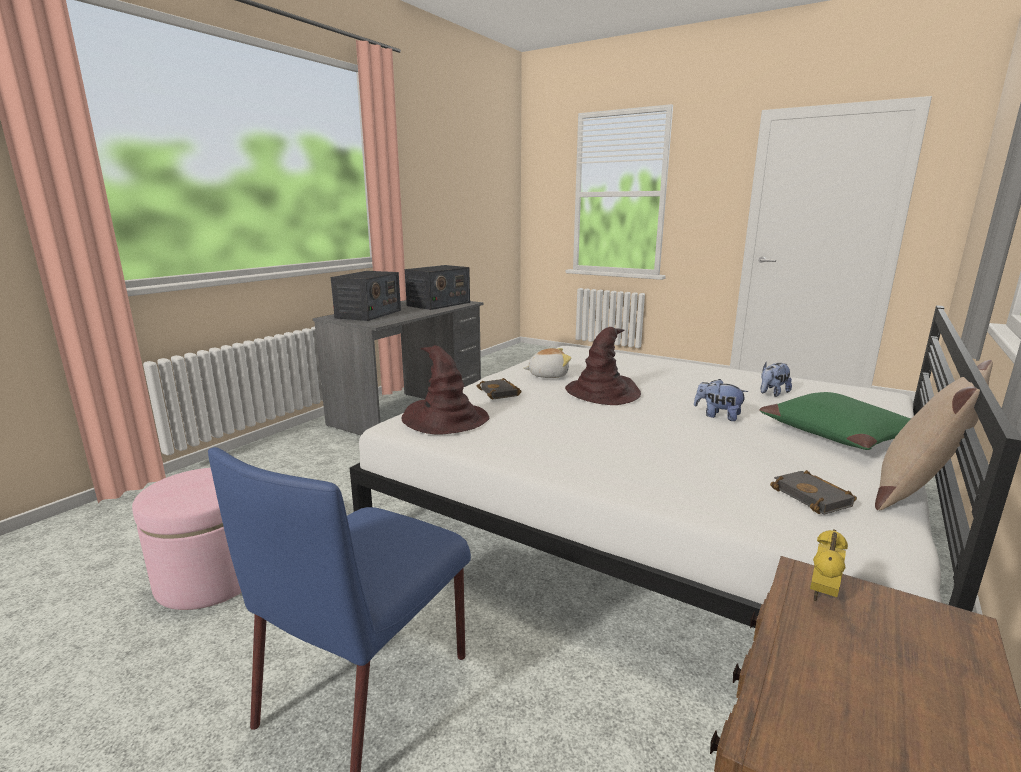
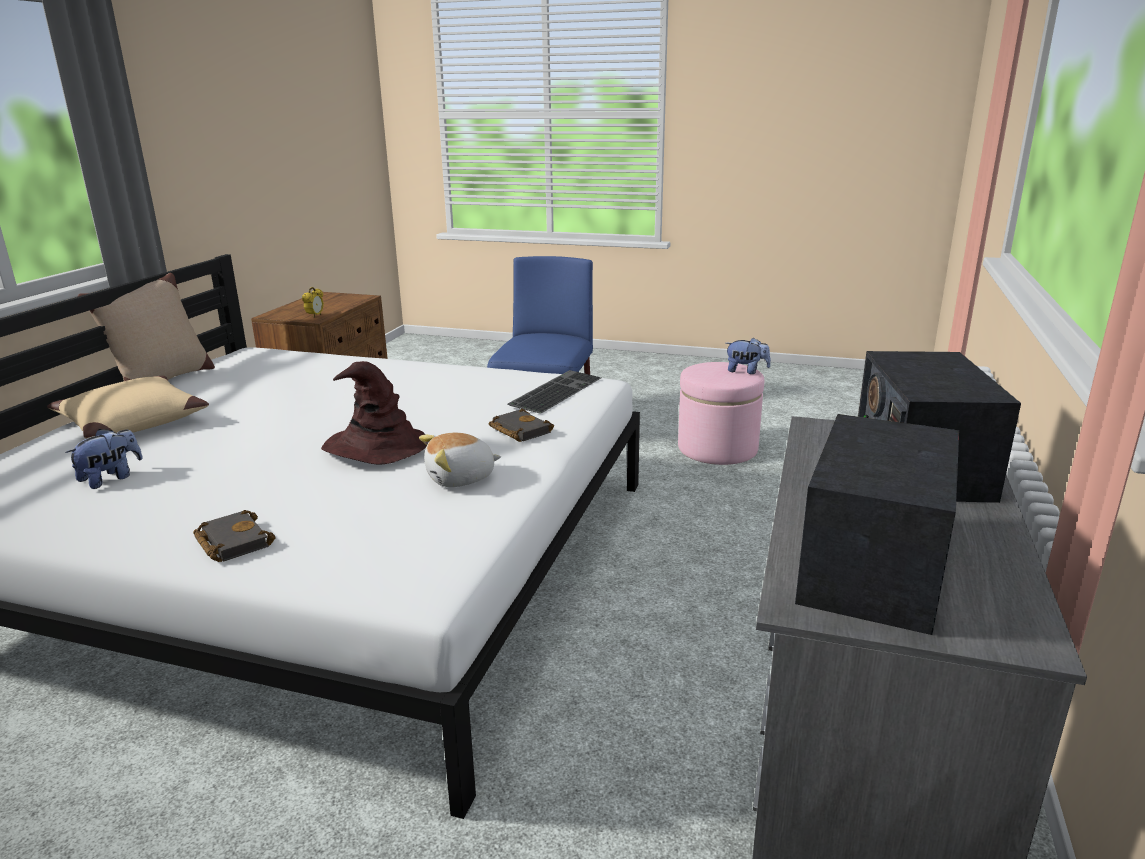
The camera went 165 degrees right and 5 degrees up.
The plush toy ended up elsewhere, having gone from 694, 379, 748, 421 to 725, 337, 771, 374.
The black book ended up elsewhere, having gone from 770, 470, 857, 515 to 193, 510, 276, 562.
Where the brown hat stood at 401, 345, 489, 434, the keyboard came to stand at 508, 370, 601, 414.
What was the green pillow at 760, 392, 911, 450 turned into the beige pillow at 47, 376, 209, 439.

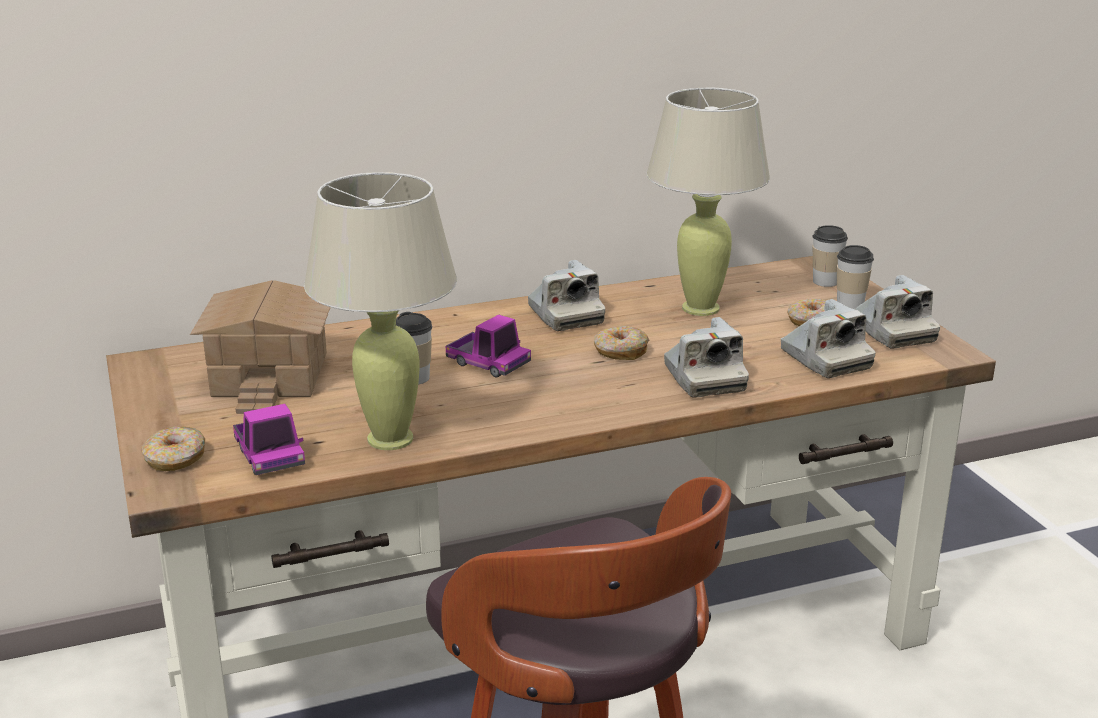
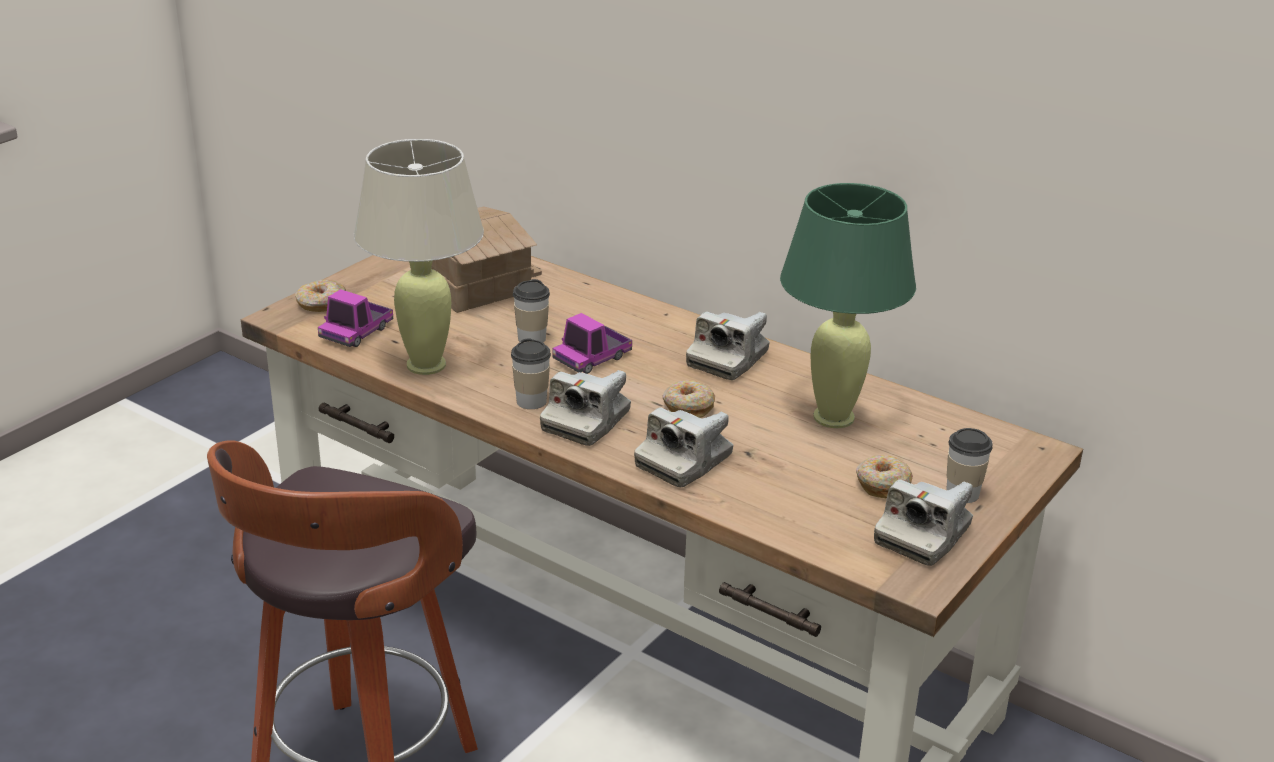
The camera went 55 degrees right and 5 degrees up.
The photo camera ended up elsewhere, having gone from 781, 299, 876, 378 to 540, 370, 631, 446.
The cup ended up elsewhere, having gone from 813, 225, 848, 287 to 511, 338, 551, 409.
What was the beige table lamp at 647, 88, 770, 316 turned into the green table lamp at 780, 183, 916, 428.
The toy truck at 446, 315, 531, 377 ended up facing another way, 45 degrees clockwise from before.

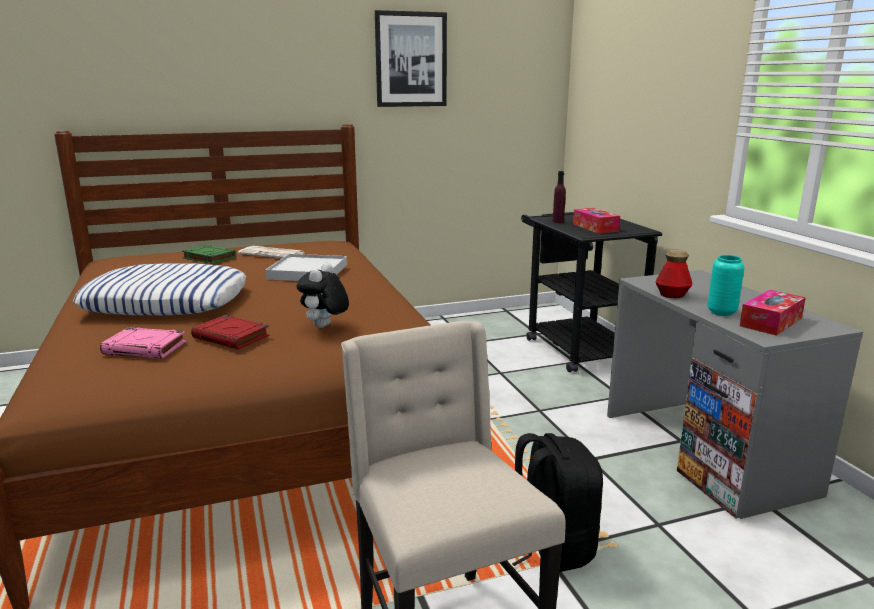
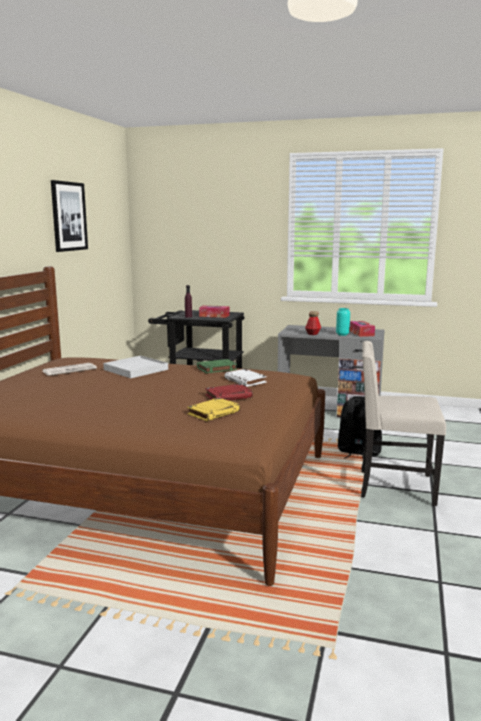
The camera went 55 degrees left and 5 degrees down.
The second view lost the pillow at 73, 263, 246, 315.
The green book ended up elsewhere, having gone from 182, 245, 236, 264 to 197, 359, 237, 373.
Where the plush toy stood at 296, 263, 349, 328, the white book came to stand at 224, 369, 267, 387.
What was the pink book at 100, 327, 186, 358 turned into the yellow book at 187, 398, 240, 421.

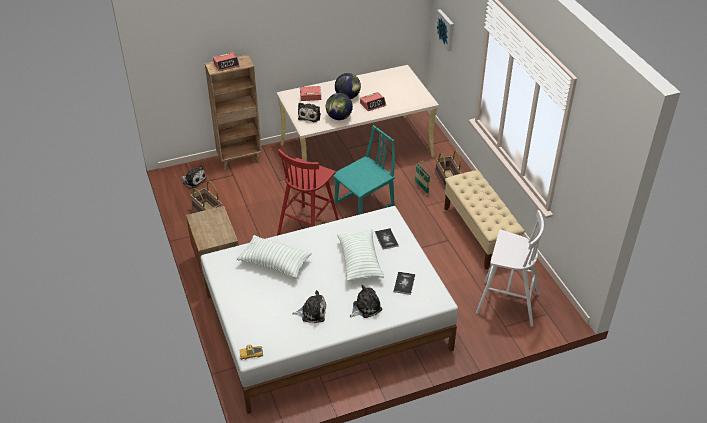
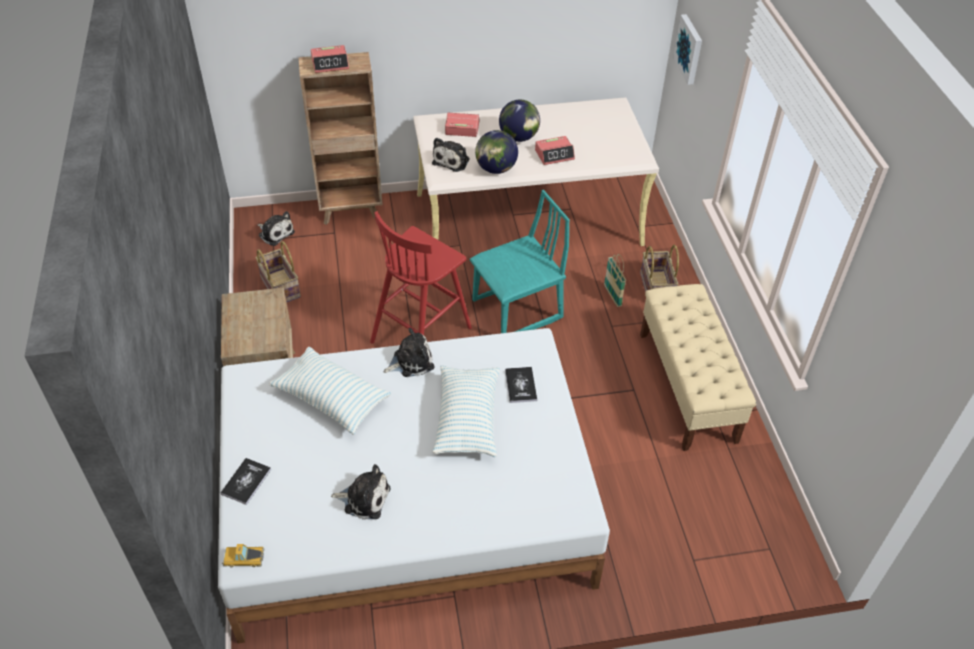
The camera went 10 degrees right and 5 degrees up.
The second view lost the white stool at 476, 210, 544, 327.
The plush toy ended up elsewhere, having gone from 350, 285, 382, 318 to 384, 328, 435, 377.
The book ended up elsewhere, having gone from 393, 272, 415, 295 to 221, 458, 271, 505.

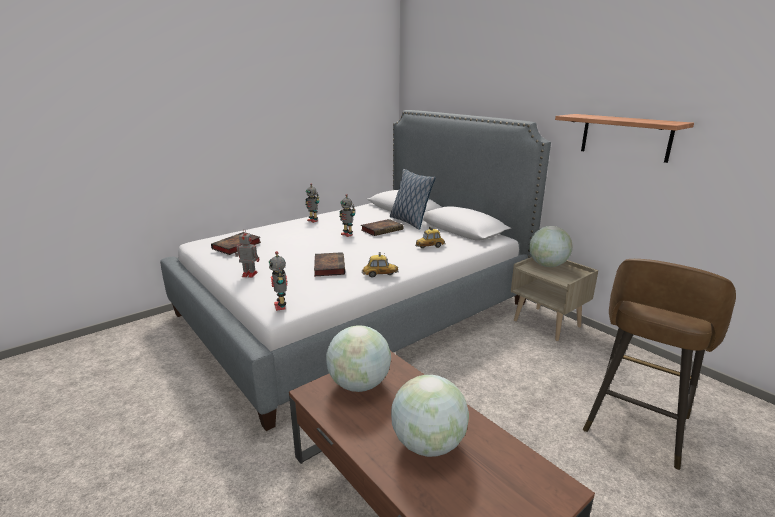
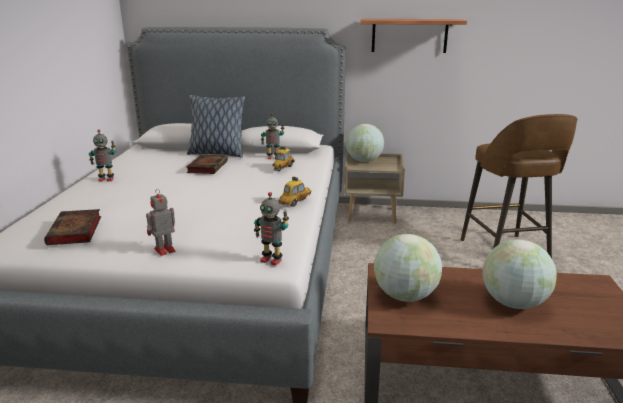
The camera went 45 degrees left and 0 degrees up.
The second view lost the book at 314, 252, 345, 276.
The toy robot ended up elsewhere, having gone from 339, 194, 356, 237 to 261, 113, 284, 159.

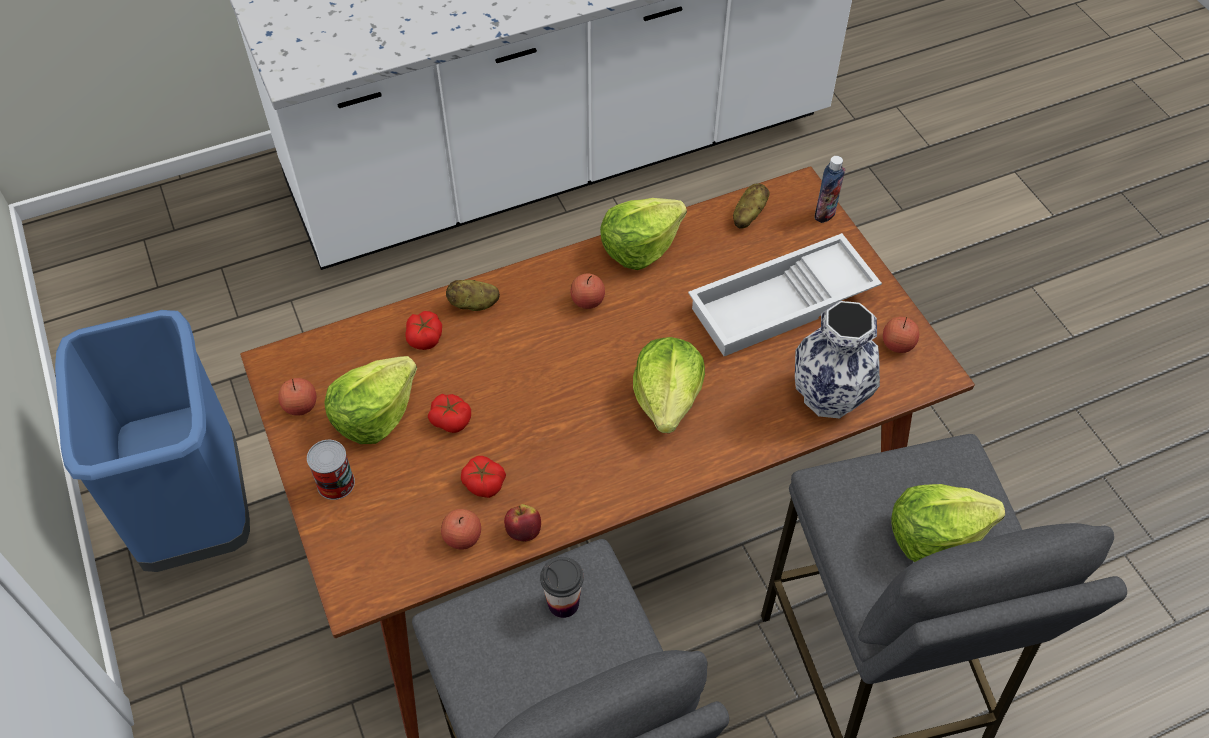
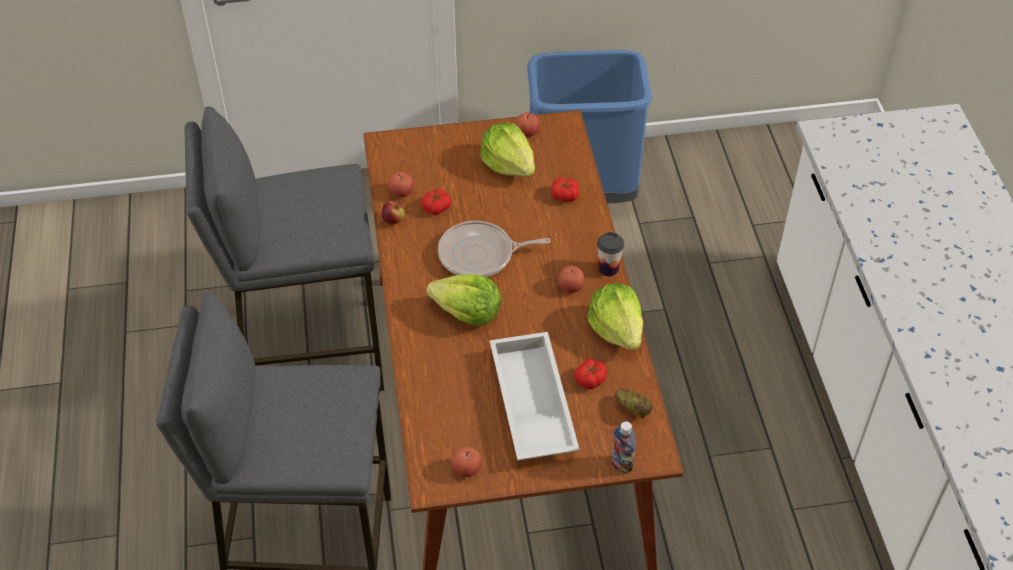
The camera went 105 degrees right and 5 degrees down.
The second view lost the can at 307, 440, 355, 500.
The second view lost the potato at 446, 280, 500, 311.
The second view lost the vase at 795, 301, 880, 419.
The second view lost the lettuce at 891, 484, 1005, 562.
The second view gained the frying pan at 438, 221, 551, 277.
The tomato ended up elsewhere, having gone from 428, 394, 471, 433 to 575, 359, 607, 389.
The cup ended up elsewhere, having gone from 540, 557, 584, 618 to 597, 232, 624, 276.

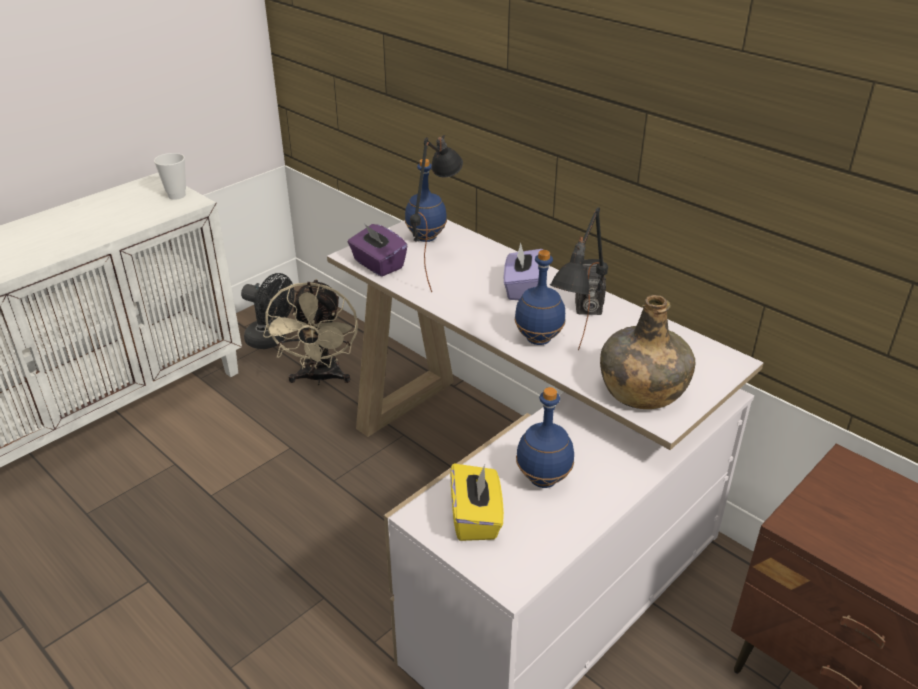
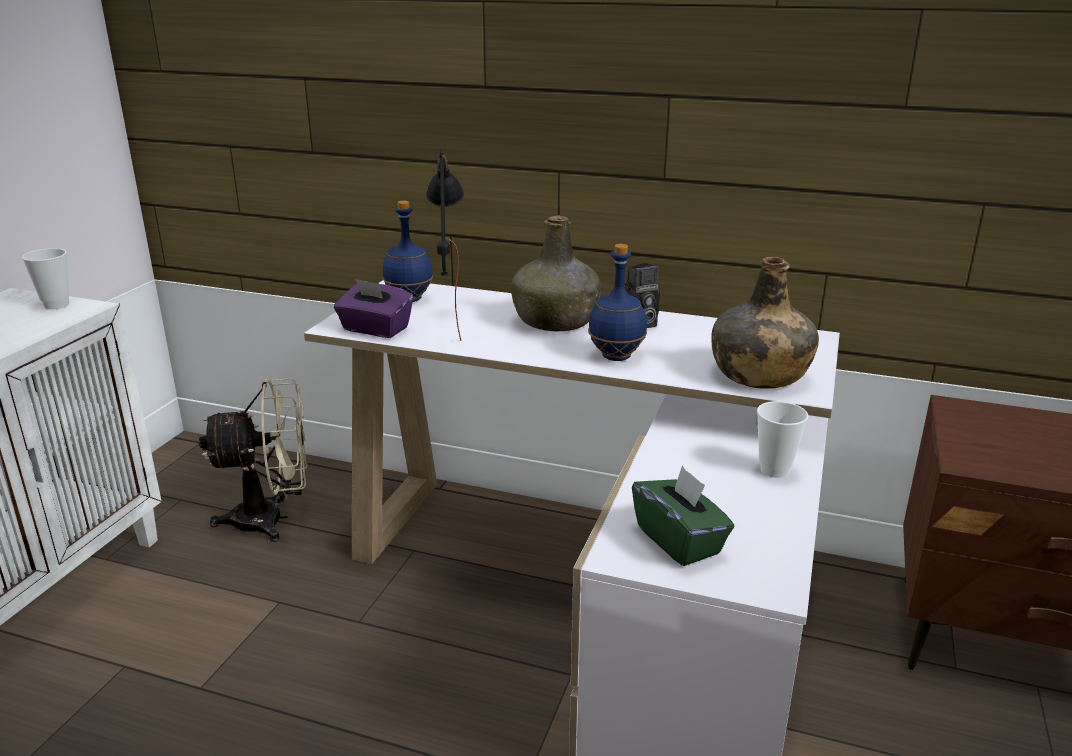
The camera went 25 degrees left and 10 degrees down.
The second view lost the black fan at 241, 273, 295, 349.
The second view lost the blue bottle at 516, 387, 574, 488.
The second view lost the black table lamp at 550, 207, 608, 350.
The second view gained the cup at 757, 401, 808, 478.
Where the purple tissue box stood at 504, 242, 543, 300, the green bottle came to stand at 511, 215, 602, 331.
What was the yellow tissue box at 450, 463, 504, 541 turned into the green tissue box at 632, 465, 734, 566.
The beige fan at 263, 279, 358, 385 ended up facing another way, 75 degrees counterclockwise from before.

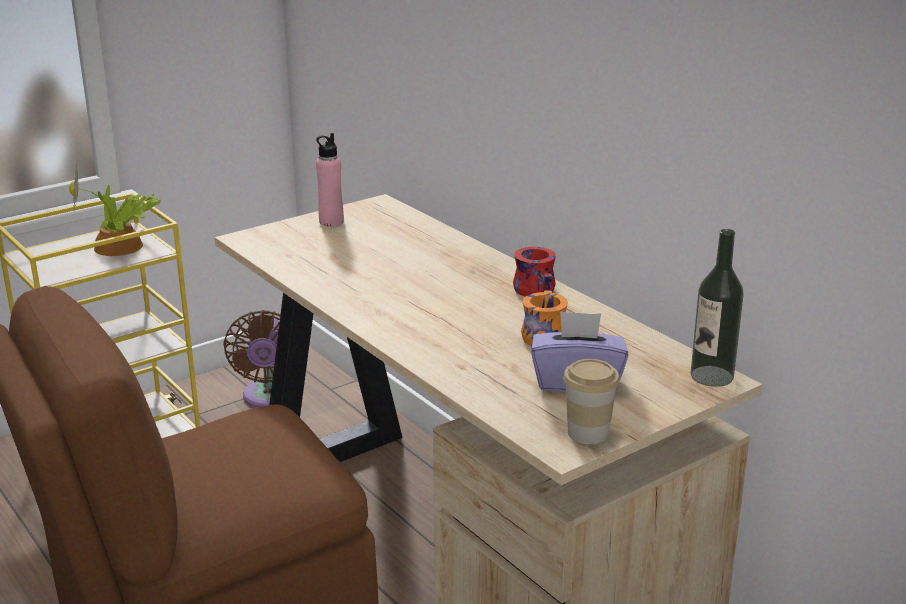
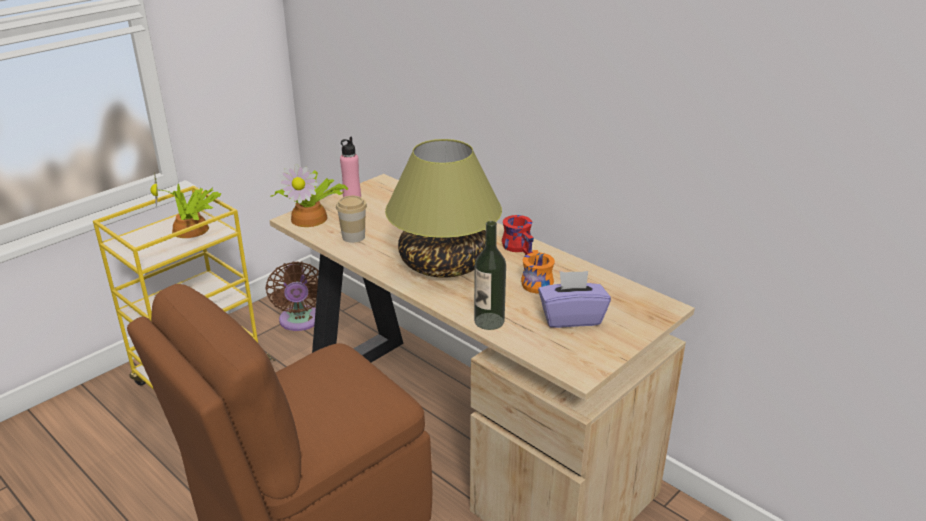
The camera went 10 degrees left and 5 degrees up.
The second view gained the potted plant at 271, 164, 348, 227.
The second view gained the table lamp at 385, 139, 502, 278.
The cup ended up elsewhere, having gone from 563, 359, 620, 444 to 336, 196, 367, 243.
The bottle ended up elsewhere, having gone from 691, 229, 744, 387 to 474, 221, 506, 330.

